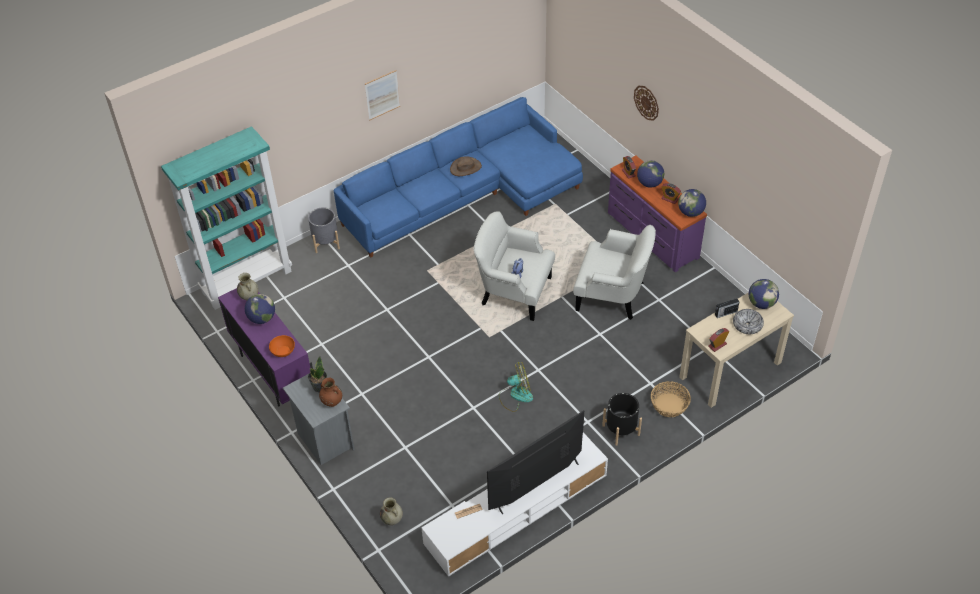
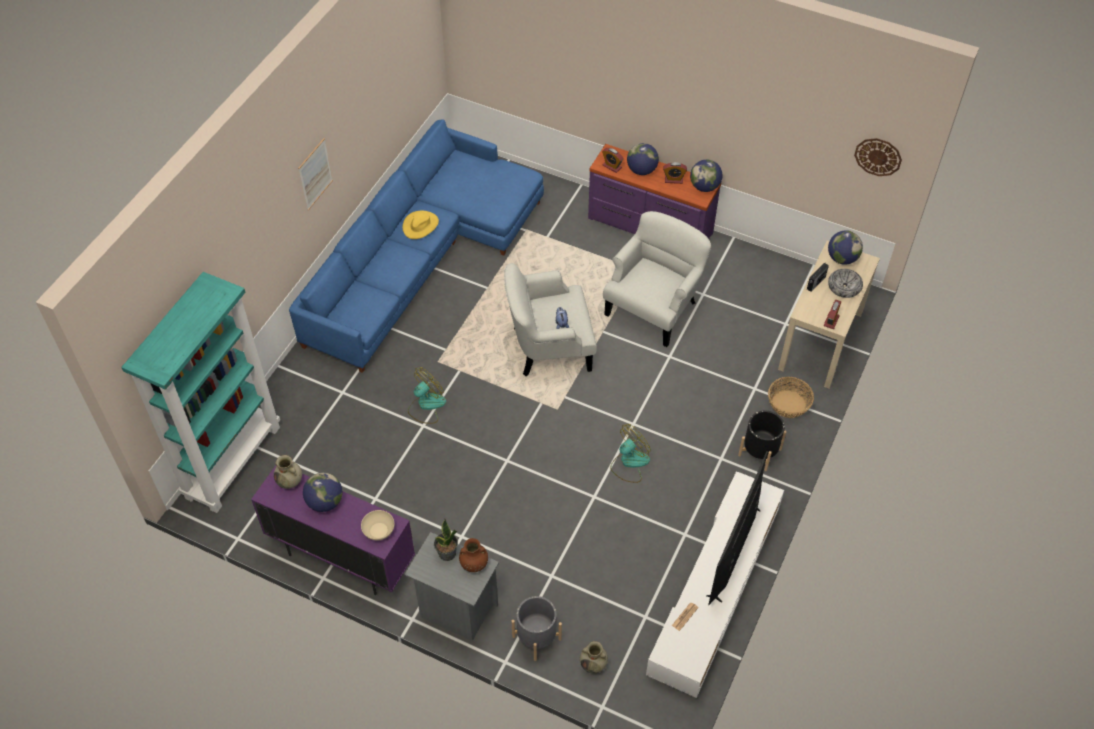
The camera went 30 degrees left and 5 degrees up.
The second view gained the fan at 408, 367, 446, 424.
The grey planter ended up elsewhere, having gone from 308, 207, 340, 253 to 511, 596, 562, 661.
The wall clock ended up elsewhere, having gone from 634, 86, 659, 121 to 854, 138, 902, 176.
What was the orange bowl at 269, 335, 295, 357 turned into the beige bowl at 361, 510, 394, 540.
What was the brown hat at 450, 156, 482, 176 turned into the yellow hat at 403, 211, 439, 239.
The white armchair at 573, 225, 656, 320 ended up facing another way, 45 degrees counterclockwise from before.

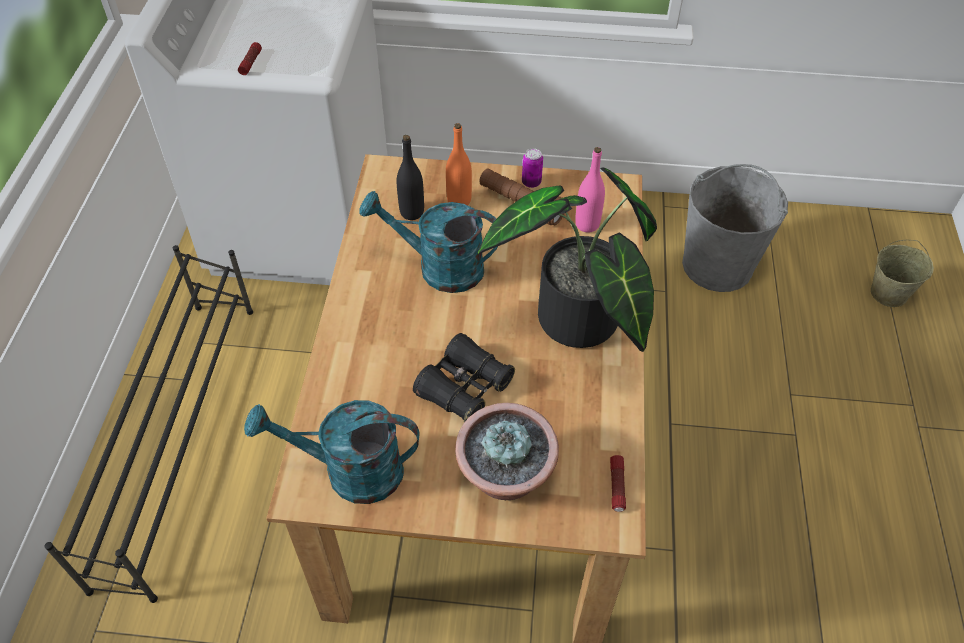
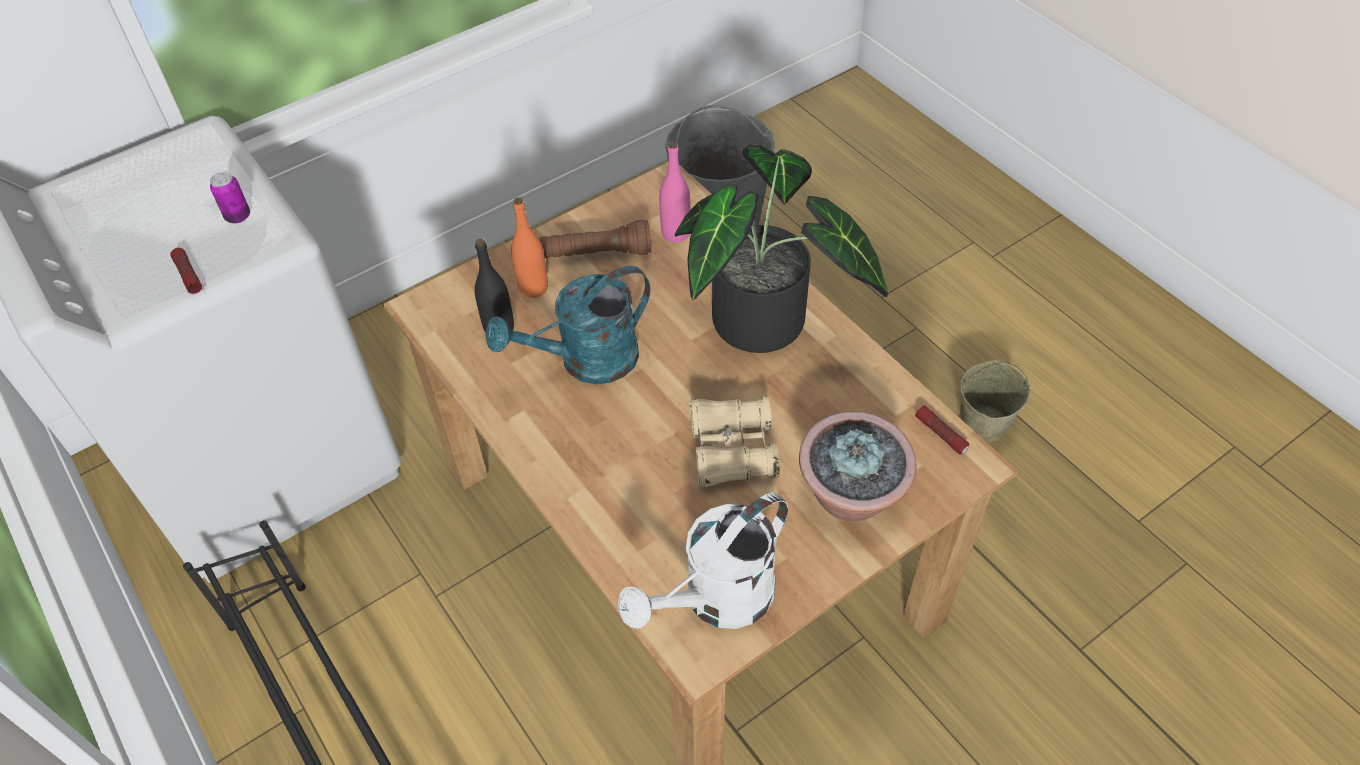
The camera went 40 degrees left and 0 degrees up.
The can ended up elsewhere, having gone from 522, 148, 543, 188 to 210, 171, 250, 223.
The beige bucket ended up elsewhere, having gone from 871, 240, 934, 307 to 960, 360, 1030, 442.
What was the turquoise watering can at 244, 400, 420, 504 turned into the white watering can at 618, 492, 788, 629.
What was the black binoculars at 413, 333, 515, 422 turned into the beige binoculars at 690, 396, 780, 487.

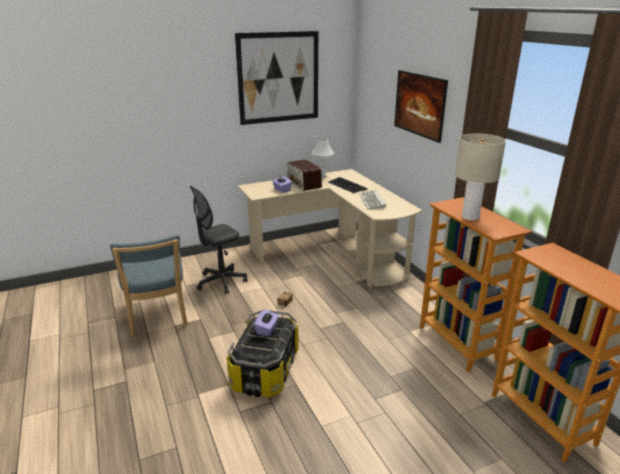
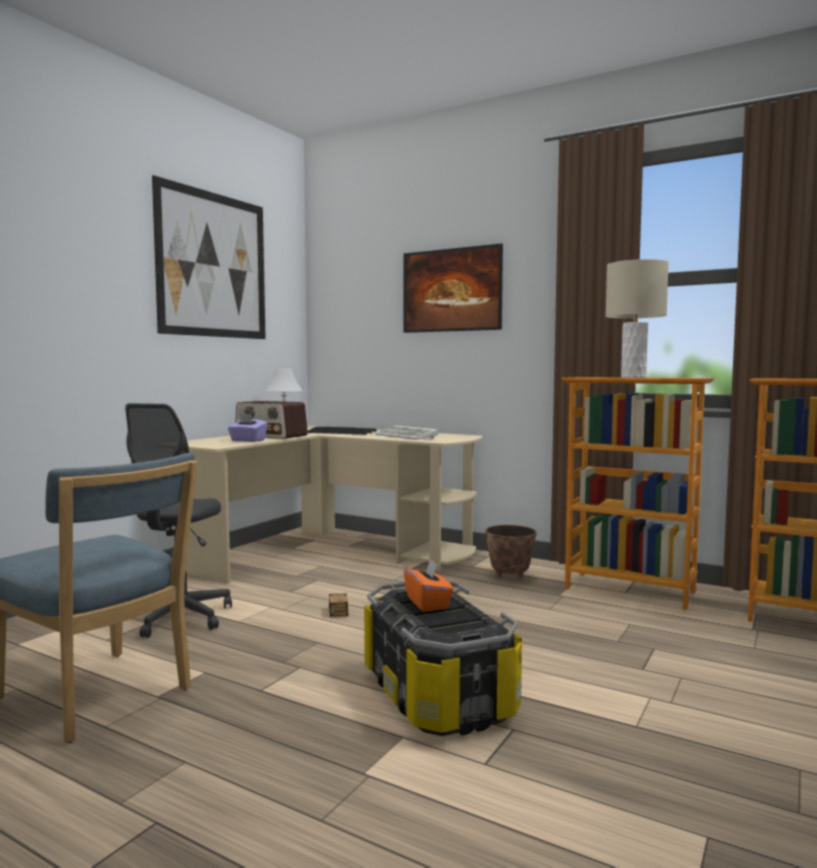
The camera went 35 degrees left and 20 degrees down.
The second view gained the planter at 485, 525, 537, 579.
What was the purple tissue box at 254, 309, 279, 337 turned into the orange tissue box at 404, 558, 454, 612.

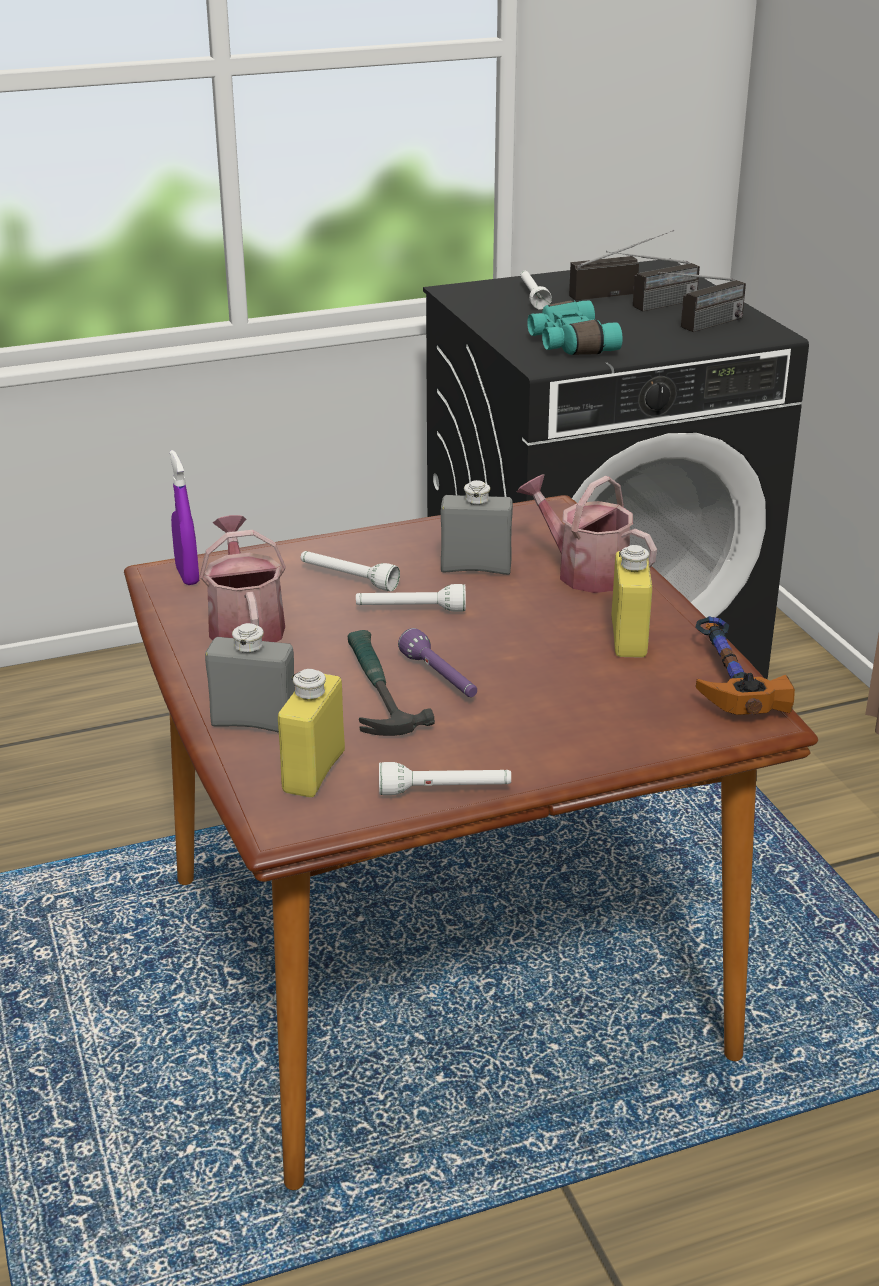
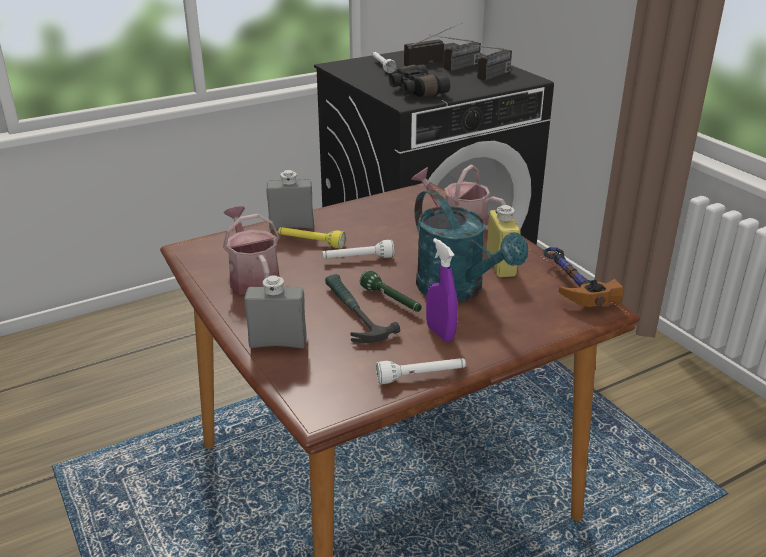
The camera went 10 degrees left and 0 degrees up.
The second view lost the yellow bottle at 278, 669, 345, 798.
The second view gained the turquoise watering can at 415, 189, 528, 302.
The purple spray bottle ended up elsewhere, having gone from 170, 450, 199, 585 to 426, 238, 458, 342.
The grey bottle ended up elsewhere, having gone from 441, 480, 513, 575 to 266, 170, 314, 230.
What was the white flashlight at 301, 551, 400, 592 turned into the yellow flashlight at 278, 227, 346, 248.
What was the purple flashlight at 398, 628, 477, 697 turned into the green flashlight at 360, 270, 422, 312.
What was the turquoise binoculars at 527, 300, 623, 355 turned into the black binoculars at 389, 65, 450, 97.

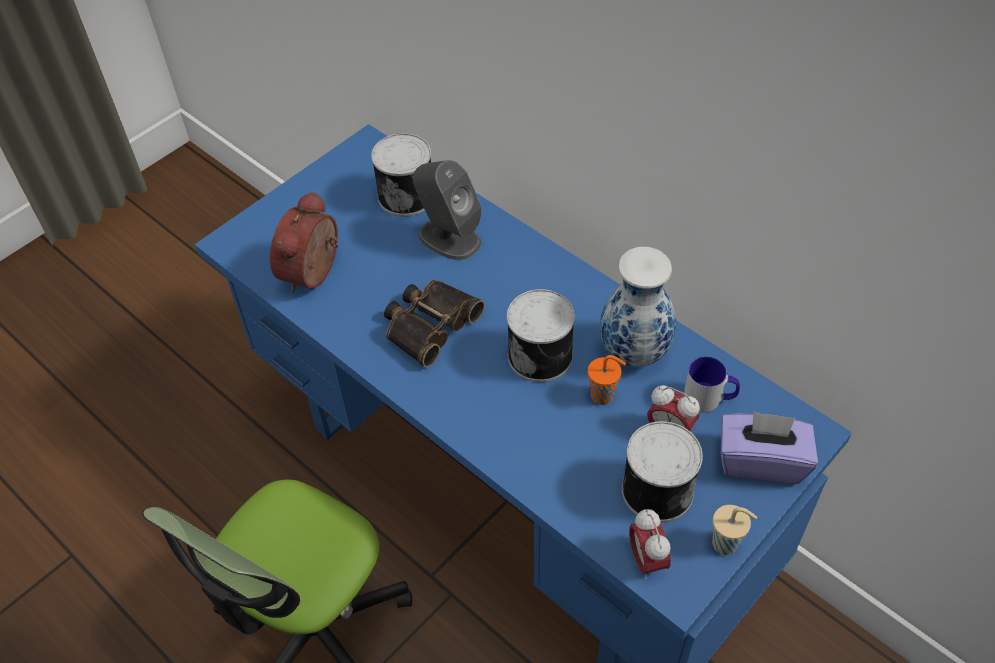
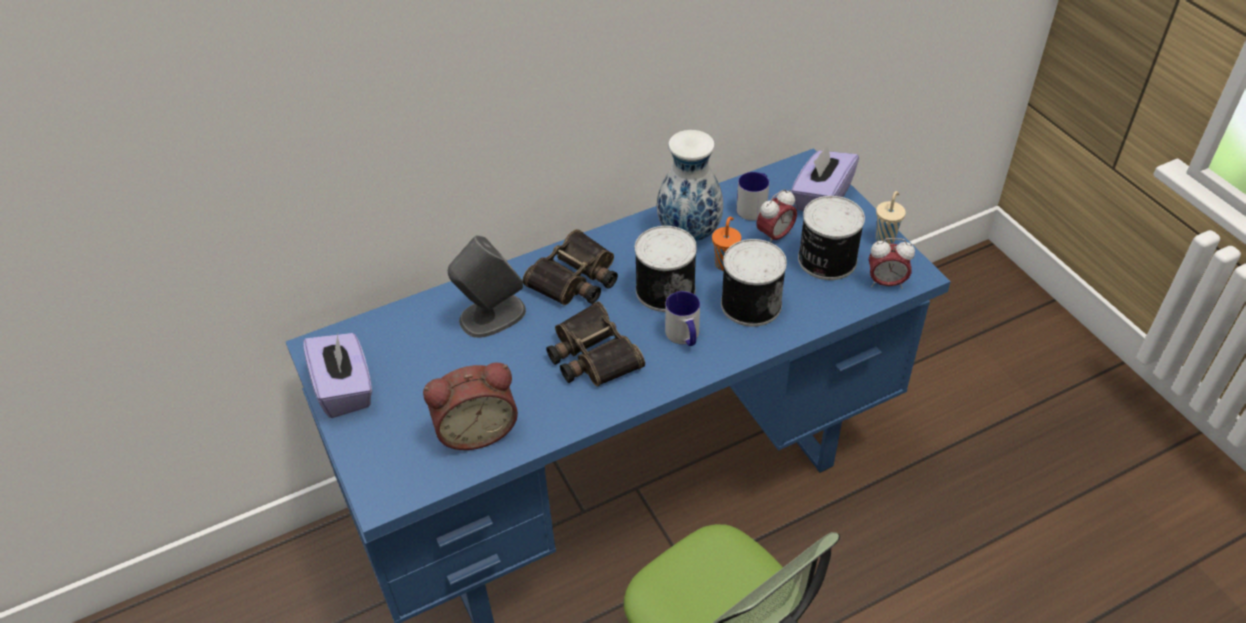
The camera went 70 degrees left and 5 degrees down.
The second view gained the purple tissue box at 303, 333, 372, 418.
The second view gained the binoculars at 522, 229, 618, 305.
The second view gained the mug at 665, 291, 700, 346.
The can ended up elsewhere, having gone from 371, 133, 431, 217 to 721, 239, 787, 327.
The alarm clock at 270, 191, 338, 293 ended up facing another way, 60 degrees counterclockwise from before.

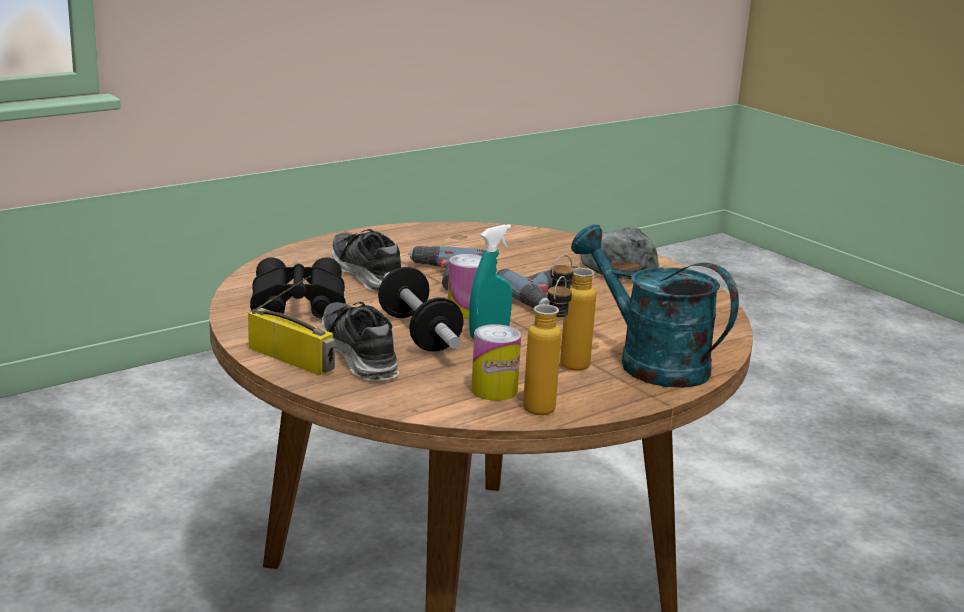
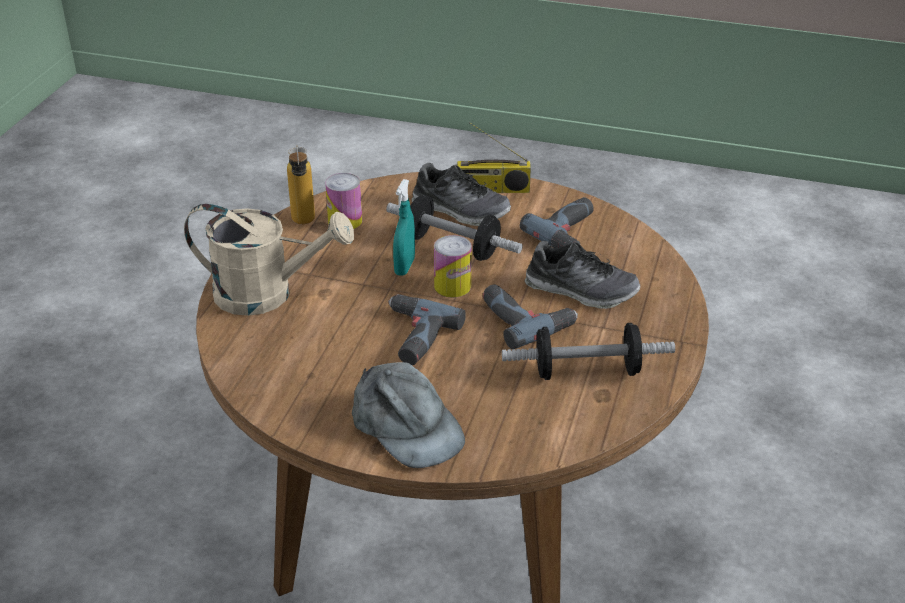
The camera went 145 degrees right and 15 degrees up.
The second view lost the bottle at 550, 255, 596, 371.
The second view gained the dumbbell at 502, 323, 675, 380.
Where the black binoculars stood at 250, 257, 346, 319, the power drill came to stand at 520, 197, 594, 248.
What was the turquoise watering can at 571, 225, 739, 388 turned into the beige watering can at 184, 204, 354, 316.

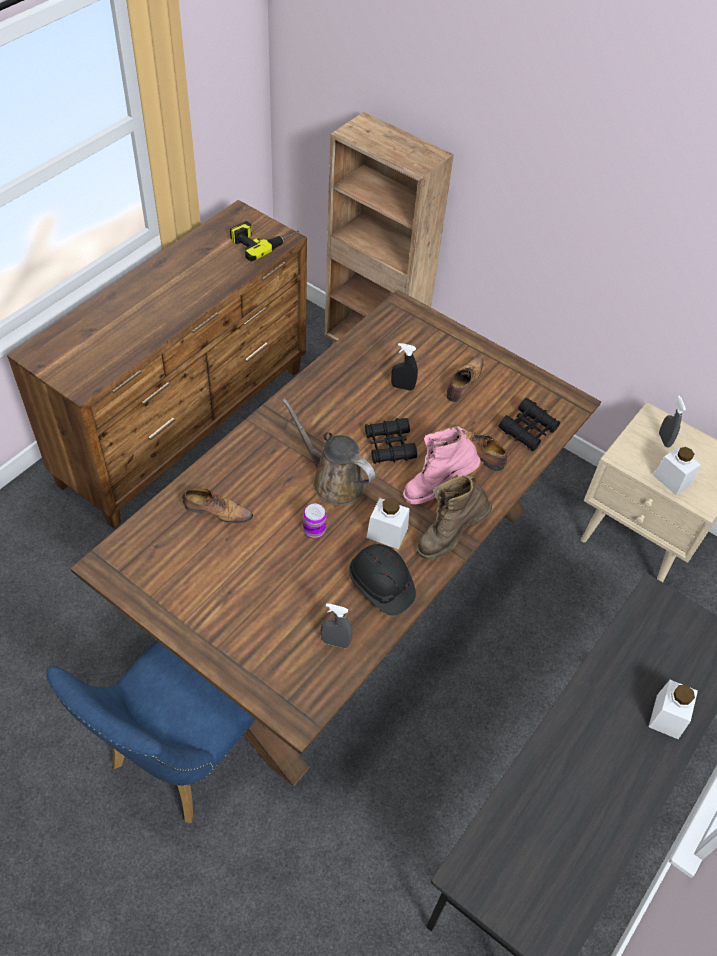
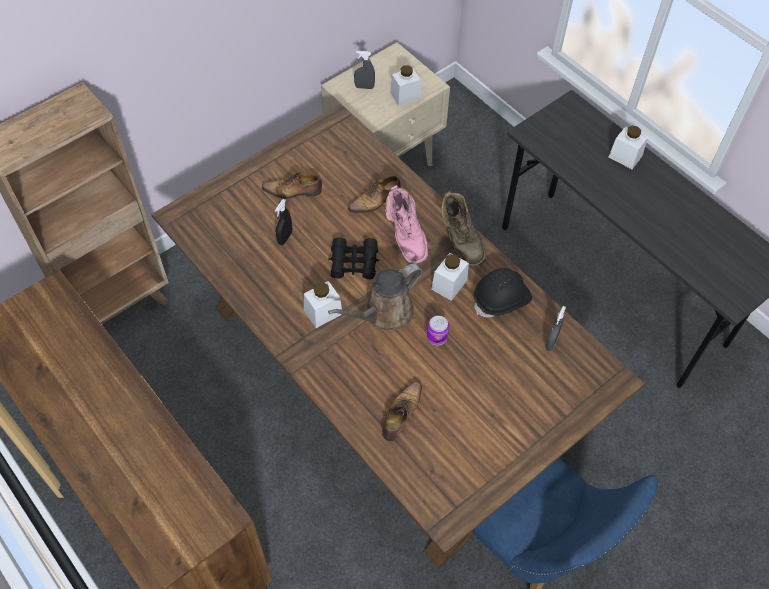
The camera went 75 degrees left and 5 degrees up.
The second view lost the power drill at 230, 221, 299, 262.
The second view lost the black binoculars at 498, 398, 560, 451.
The second view gained the white jar at 303, 281, 342, 328.
The shoe at 446, 357, 483, 402 ended up facing another way, 45 degrees counterclockwise from before.

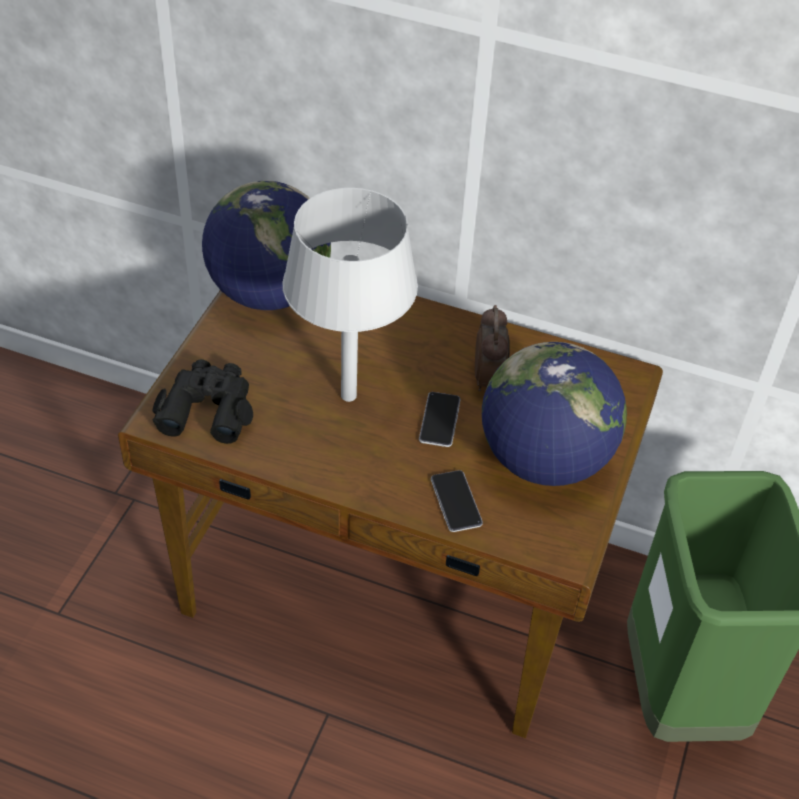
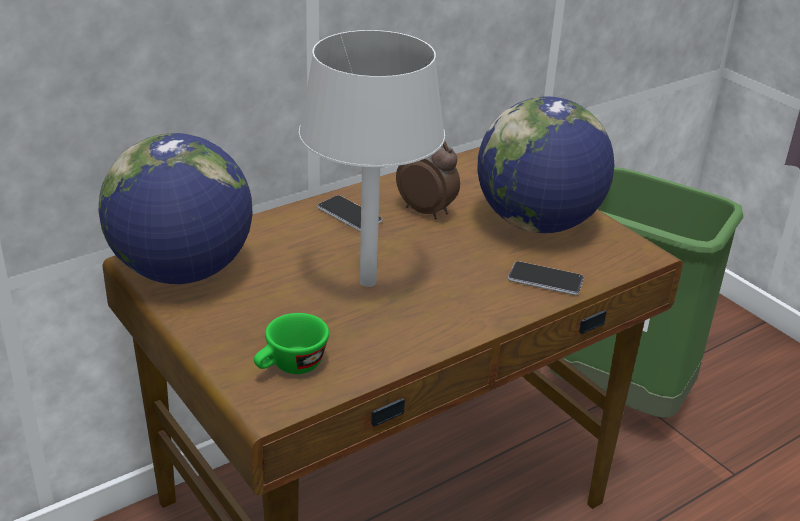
The camera went 55 degrees left and 15 degrees down.
The phone ended up elsewhere, having gone from 419, 392, 461, 447 to 317, 195, 382, 231.
Where the black binoculars stood at 152, 359, 253, 444, the green cup came to stand at 254, 313, 329, 374.

